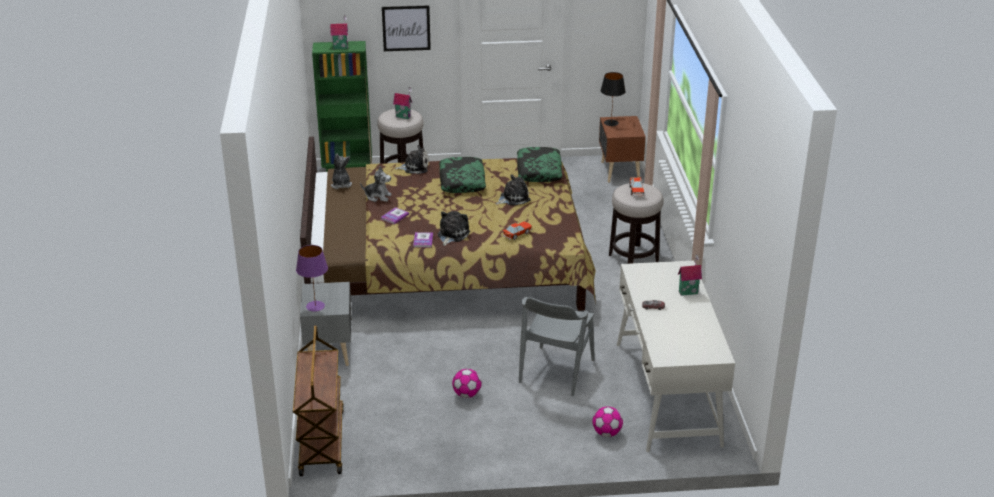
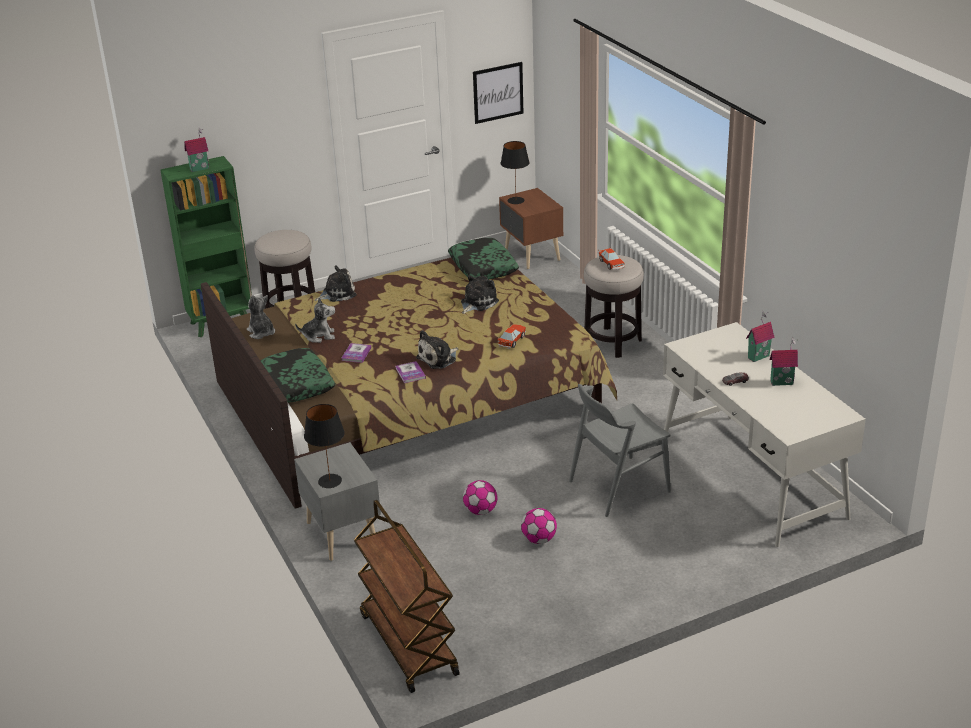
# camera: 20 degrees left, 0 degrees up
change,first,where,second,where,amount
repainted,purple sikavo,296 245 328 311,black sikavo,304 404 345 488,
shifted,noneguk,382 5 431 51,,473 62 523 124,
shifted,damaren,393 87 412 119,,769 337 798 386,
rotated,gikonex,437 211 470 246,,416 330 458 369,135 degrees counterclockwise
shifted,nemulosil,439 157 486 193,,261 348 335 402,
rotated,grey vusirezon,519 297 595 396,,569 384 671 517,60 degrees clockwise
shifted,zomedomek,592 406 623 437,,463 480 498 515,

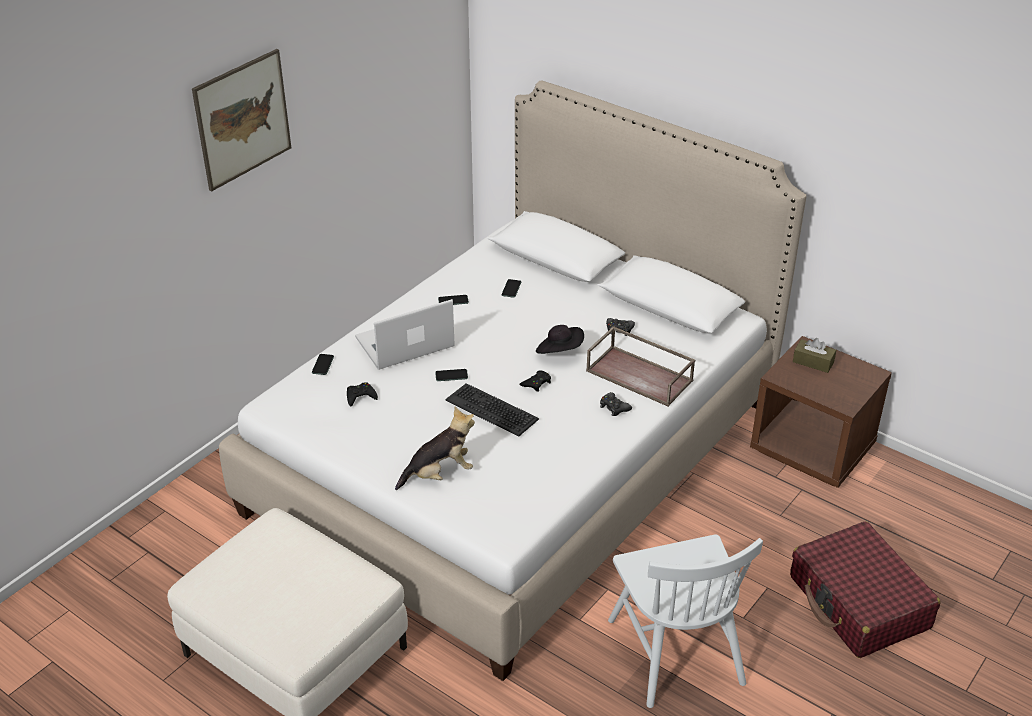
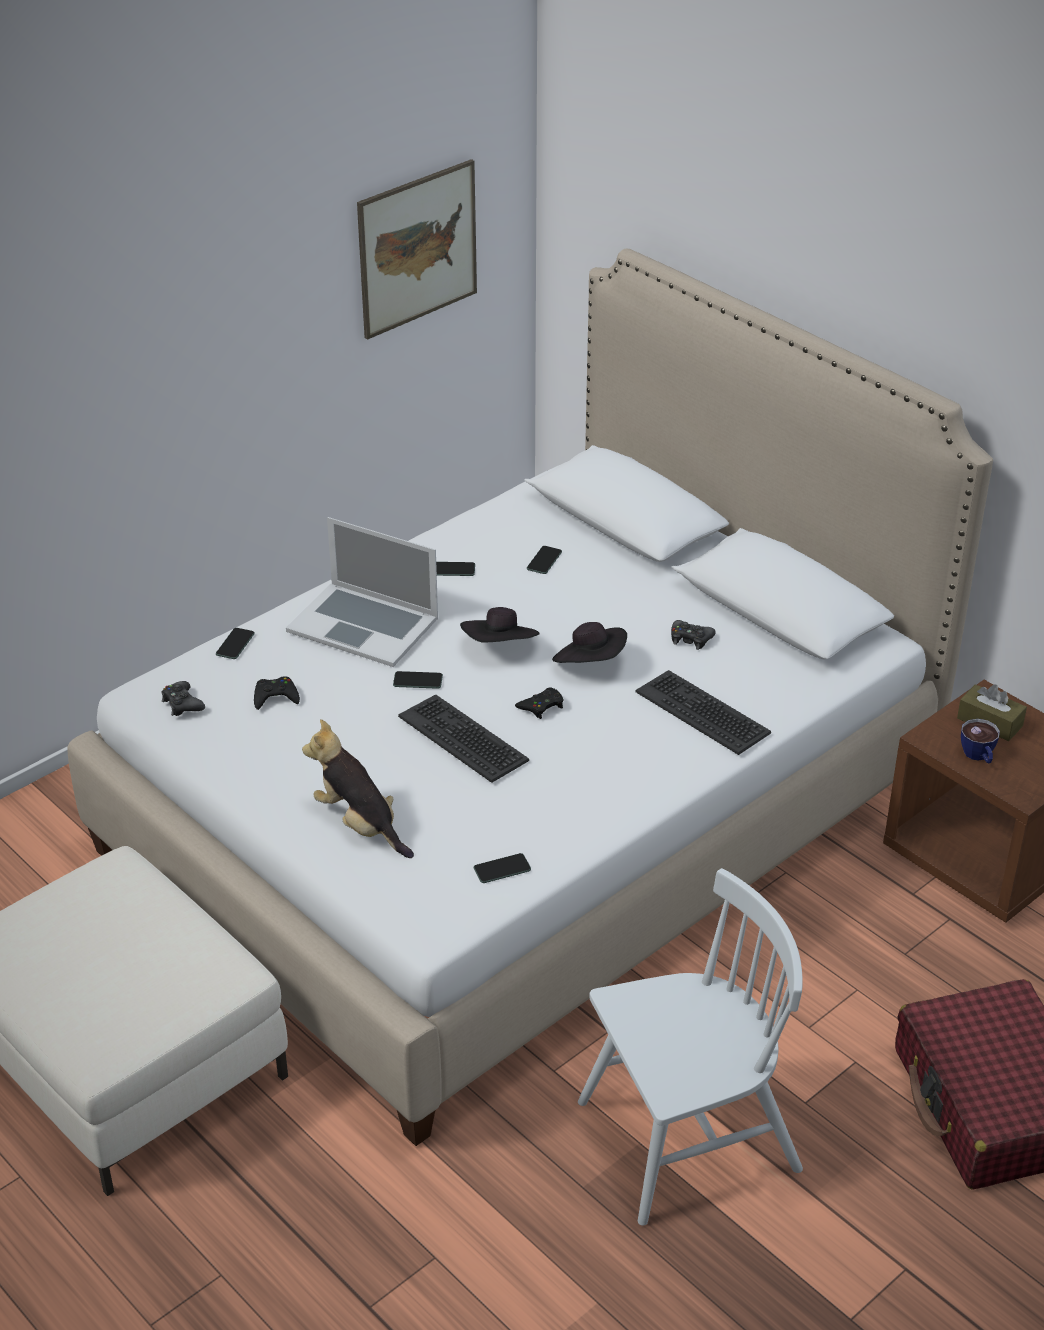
# camera: 10 degrees right, 0 degrees up
change,first,where,second,where,amount
shifted,noneguk,192 49 291 192,,357 159 477 340,
rotated,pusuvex,355 299 455 370,,286 517 438 667,135 degrees counterclockwise
rotated,gikonex,395 407 475 490,,302 719 414 858,120 degrees counterclockwise
swapped,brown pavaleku,586 326 695 407,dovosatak,635 670 771 755,
shifted,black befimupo,600 392 632 416,,162 681 205 716,
rotated,white vusirezon,608 534 763 708,,578 868 803 1226,105 degrees counterclockwise
new,,,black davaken,460 607 540 643,
new,,,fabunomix,474 853 531 883,
new,,,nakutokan,961 719 1000 763,

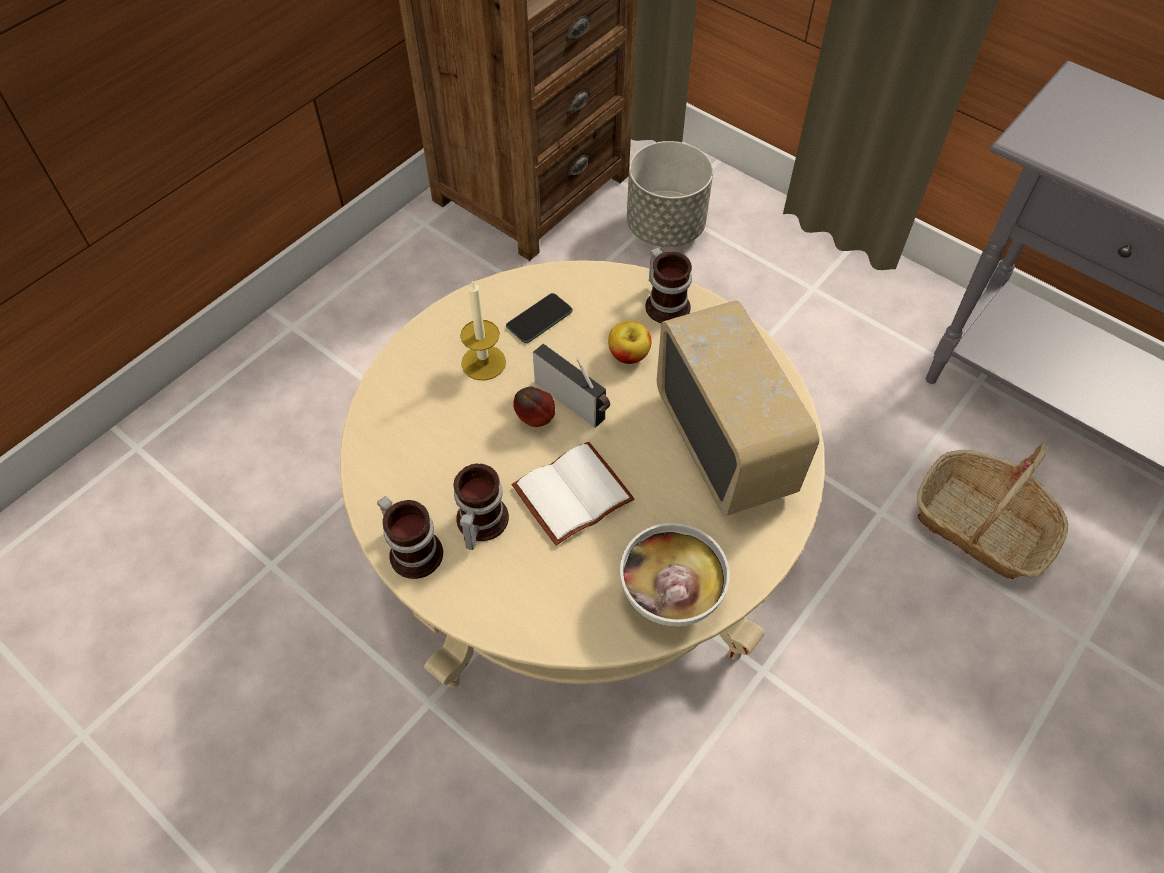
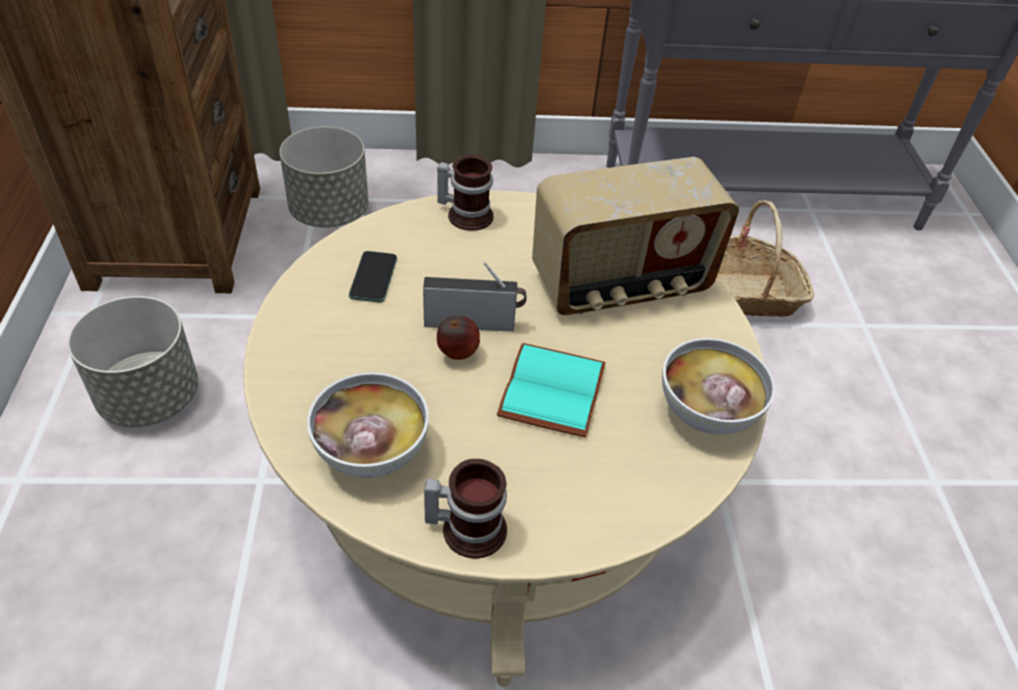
# camera: 45 degrees left, 10 degrees down
change,first,where,second,where,amount
gone,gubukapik,454 464 509 550,,,
gone,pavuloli,460 280 506 381,,,
repainted,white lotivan,512 442 635 546,turquoise lotivan,497 343 606 437,
gone,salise,608 321 651 364,,,
rotated,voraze,657 301 819 516,,532 157 739 315,135 degrees clockwise
new,,,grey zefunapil,68 296 198 427,
new,,,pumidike,307 372 429 478,

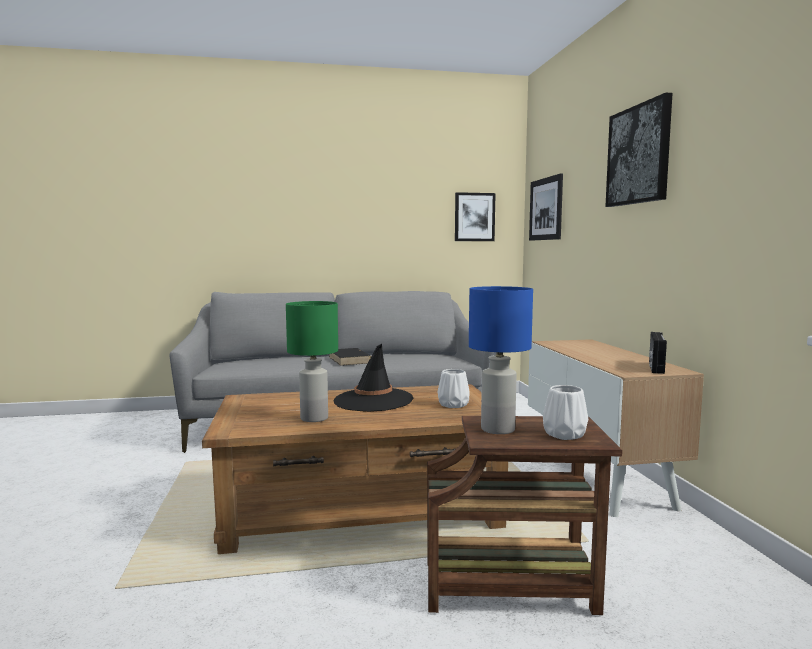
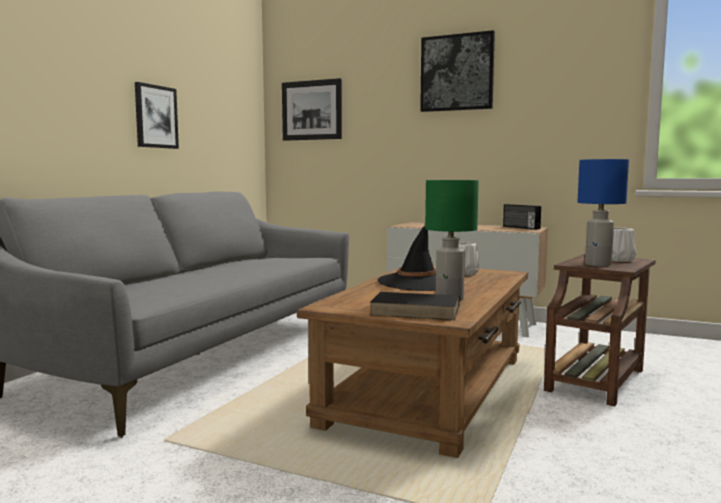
# camera: 55 degrees left, 0 degrees up
change,first,where,second,where,amount
shifted,black lotivan,329 348 371 366,,370 292 460 320,
shifted,noneguk,455 192 496 241,,135 82 179 149,

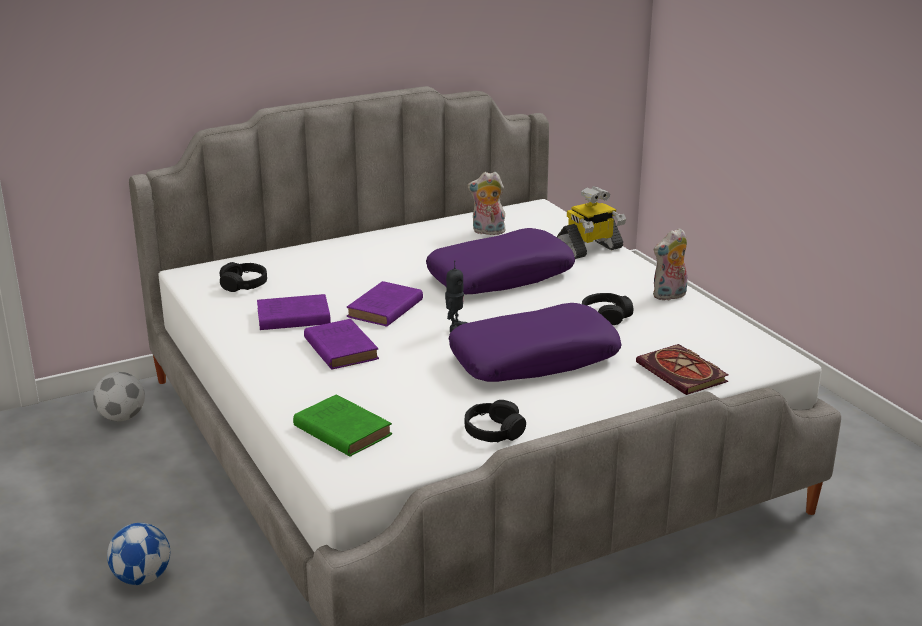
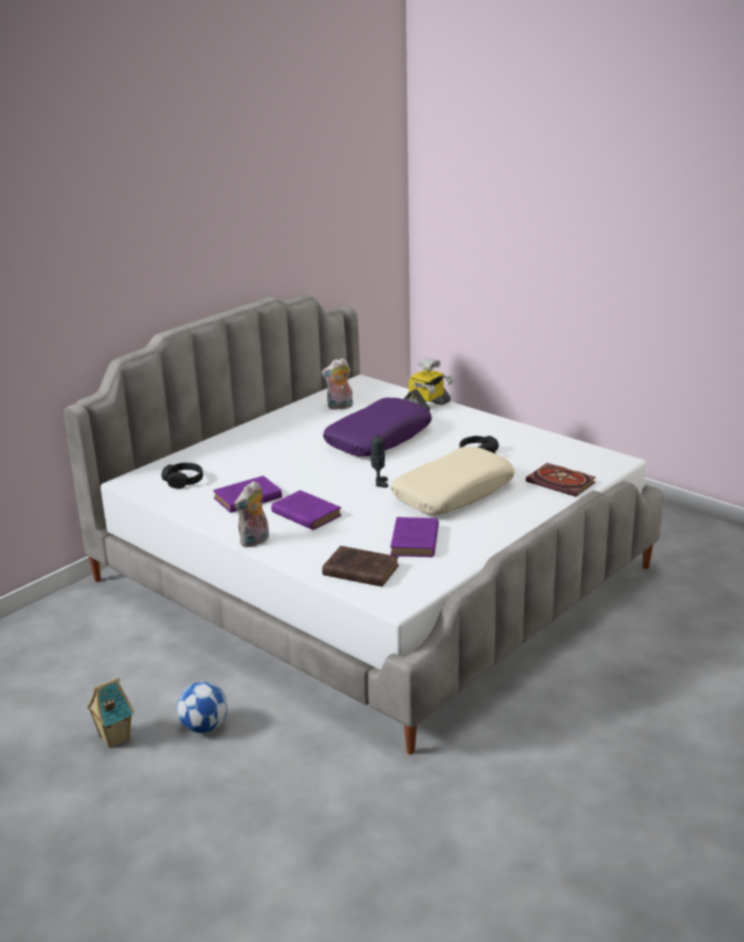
# camera: 20 degrees left, 0 degrees up
change,first,where,second,where,amount
gone,zomedomek,93 372 145 422,,,
repainted,green lotivan,293 394 392 457,brown lotivan,322 546 399 587,
shifted,purple lotivan,346 281 423 327,,390 517 439 557,
repainted,purple nemulosil,448 303 622 382,beige nemulosil,391 446 515 515,
gone,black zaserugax,464 400 526 442,,,
shifted,gikonex,653 228 687 300,,234 481 269 548,
new,,,damaren,87 677 134 748,

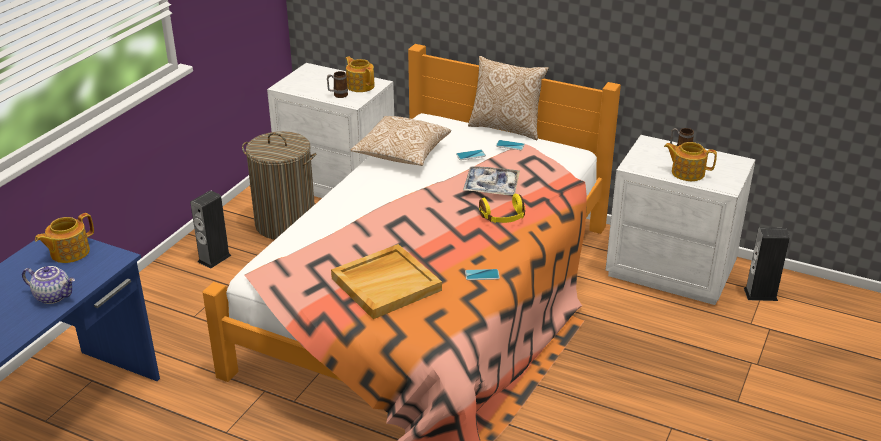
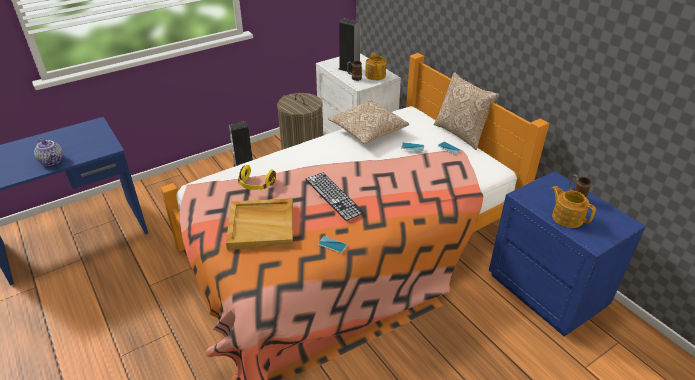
# camera: 30 degrees right, 5 degrees up
change,first,where,second,where,amount
gone,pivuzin,35 213 94 263,,,
gone,pavaleku,463 166 520 195,,,
shifted,yellow zaserugax,479 193 525 223,,238 165 276 190,
repainted,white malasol,605 135 756 305,blue malasol,489 171 646 337,
shifted,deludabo,744 227 790 301,,339 18 361 73,
new,,,dovosatak,305 172 364 221,

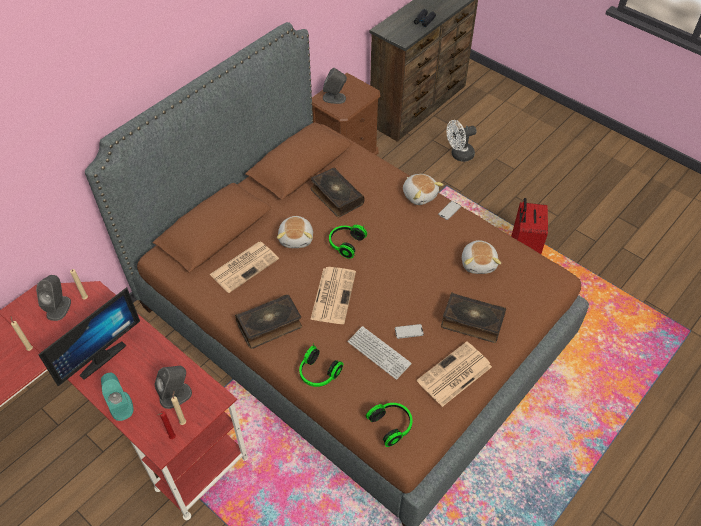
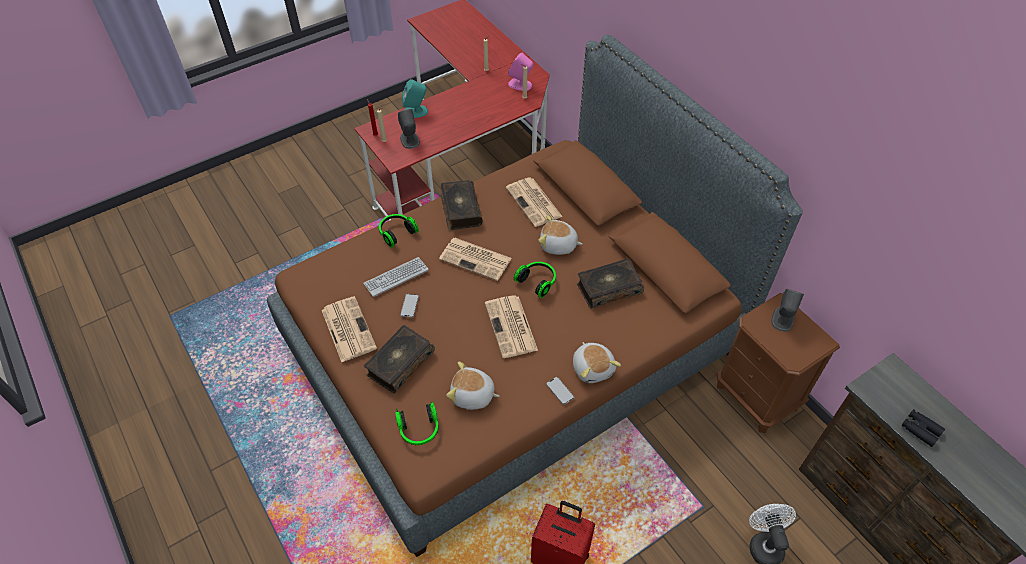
# camera: 105 degrees right, 0 degrees up
change,first,where,second,where,amount
repainted,grey deludabo,36 275 71 321,pink deludabo,508 52 533 91,
gone,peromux,38 287 140 386,,,
shifted,zaserugax,366 403 412 447,,395 402 438 445,
rotated,gikonex,403 174 444 205,,573 342 621 383,90 degrees counterclockwise
new,,,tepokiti,485 295 538 358,

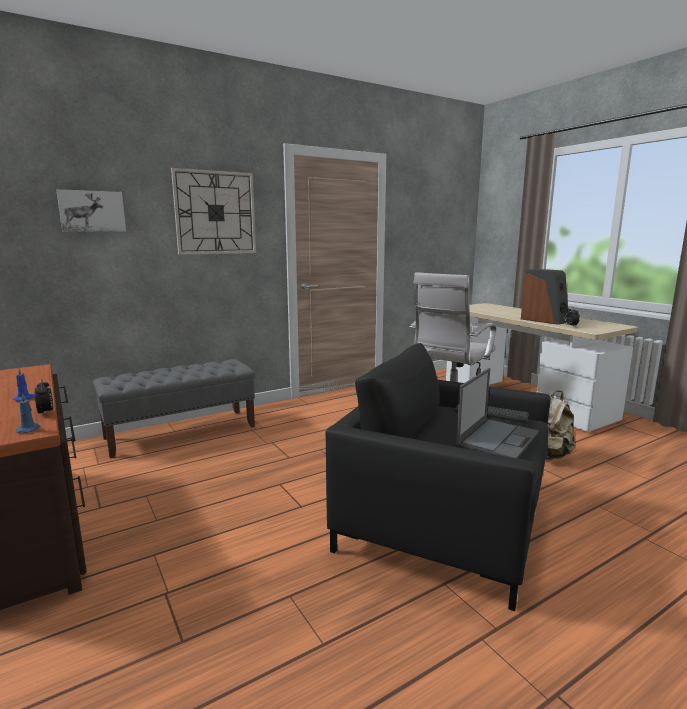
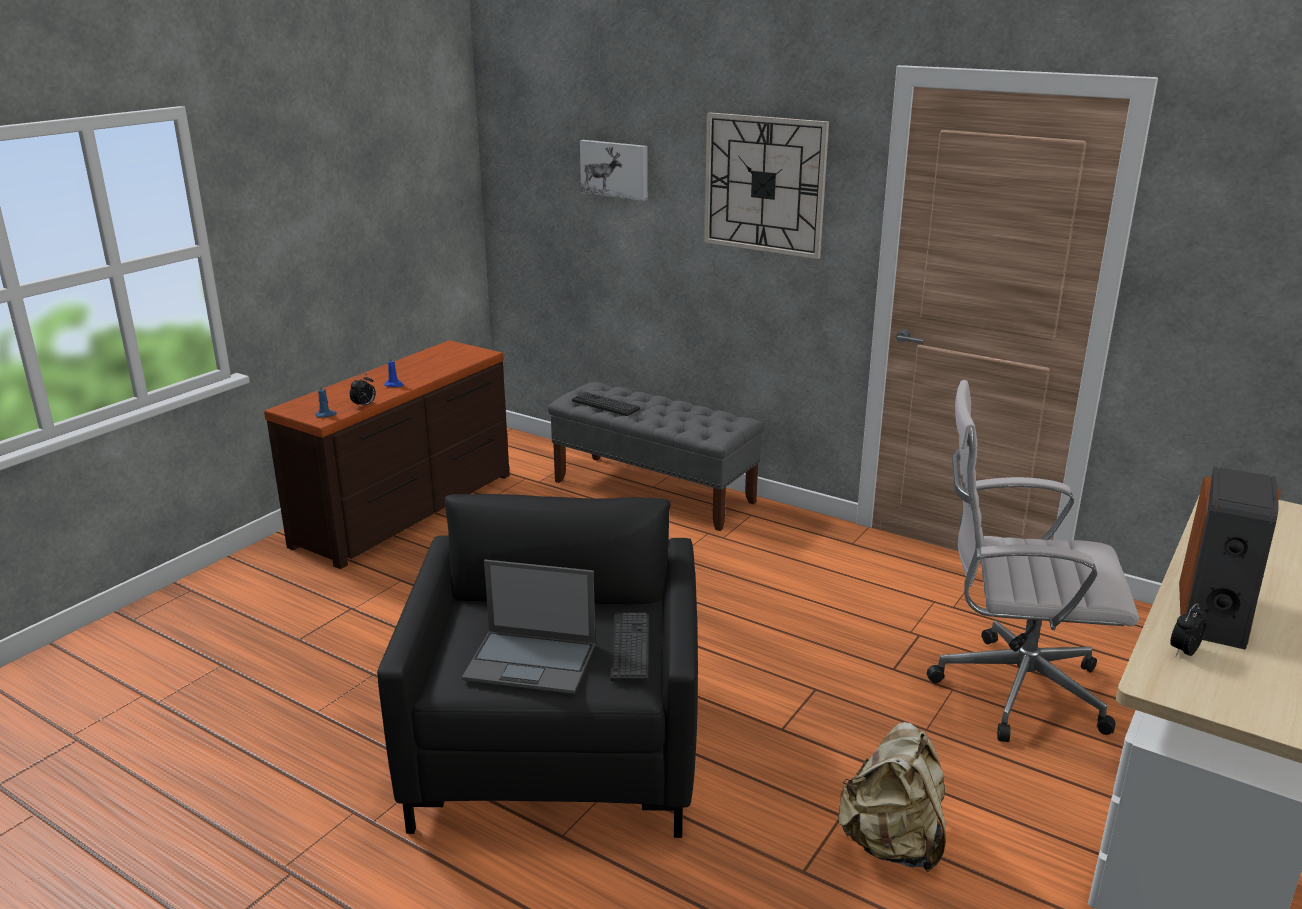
# camera: 65 degrees right, 10 degrees up
change,first,where,second,where,amount
new,,,dovosatak,572 392 640 416,

